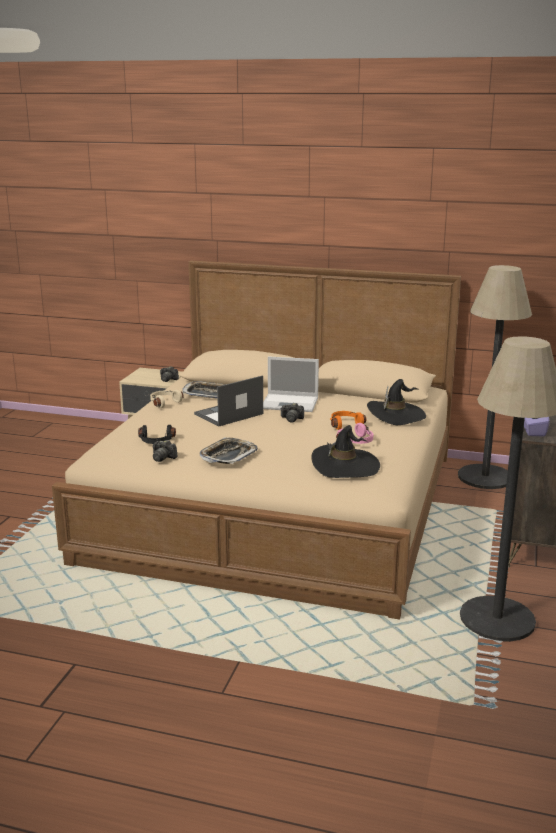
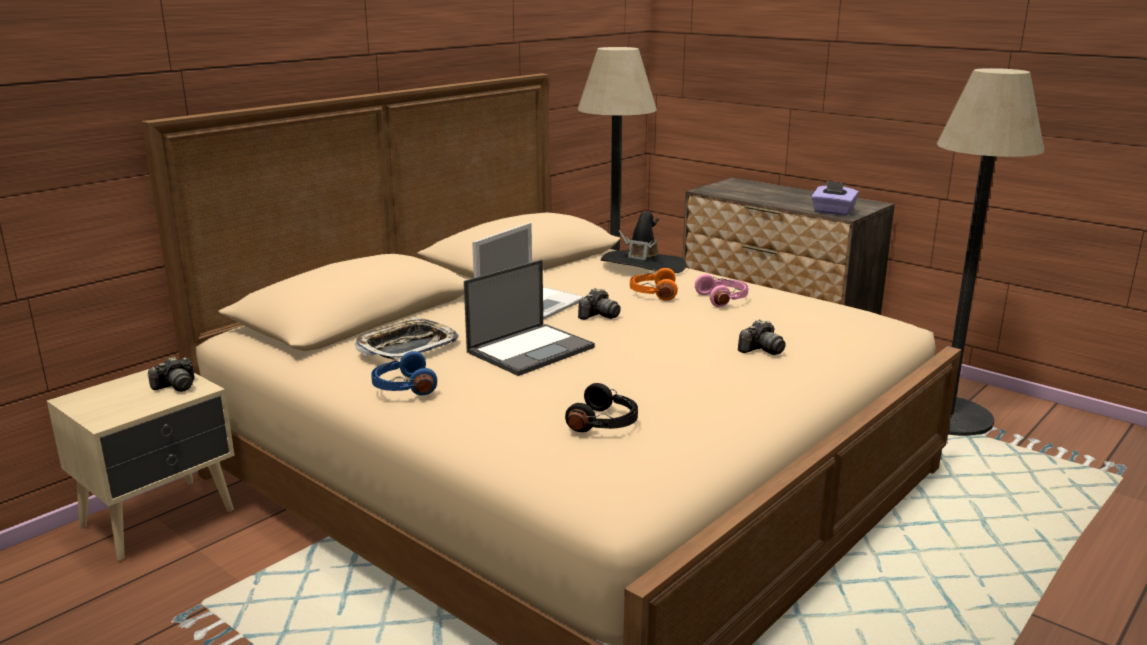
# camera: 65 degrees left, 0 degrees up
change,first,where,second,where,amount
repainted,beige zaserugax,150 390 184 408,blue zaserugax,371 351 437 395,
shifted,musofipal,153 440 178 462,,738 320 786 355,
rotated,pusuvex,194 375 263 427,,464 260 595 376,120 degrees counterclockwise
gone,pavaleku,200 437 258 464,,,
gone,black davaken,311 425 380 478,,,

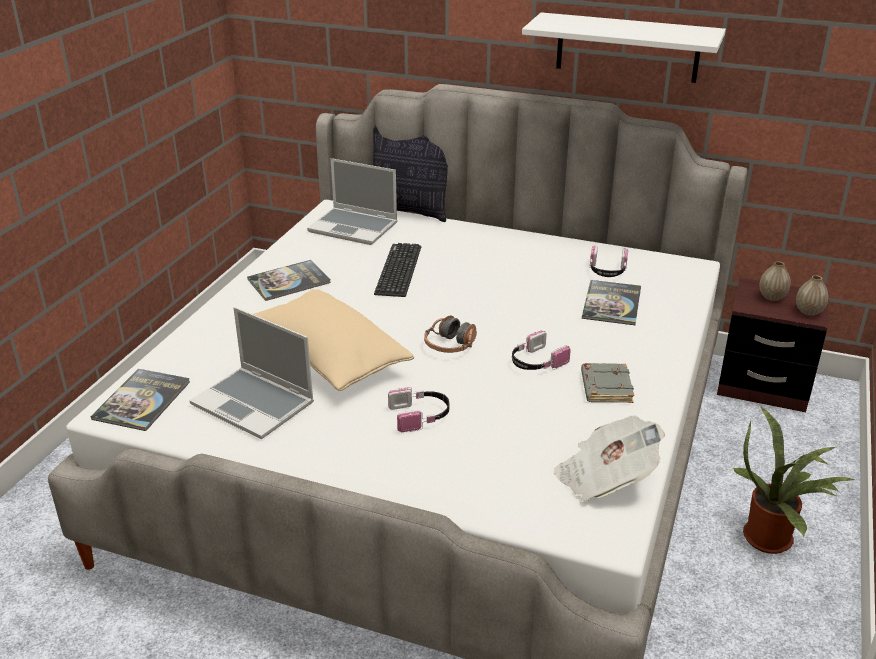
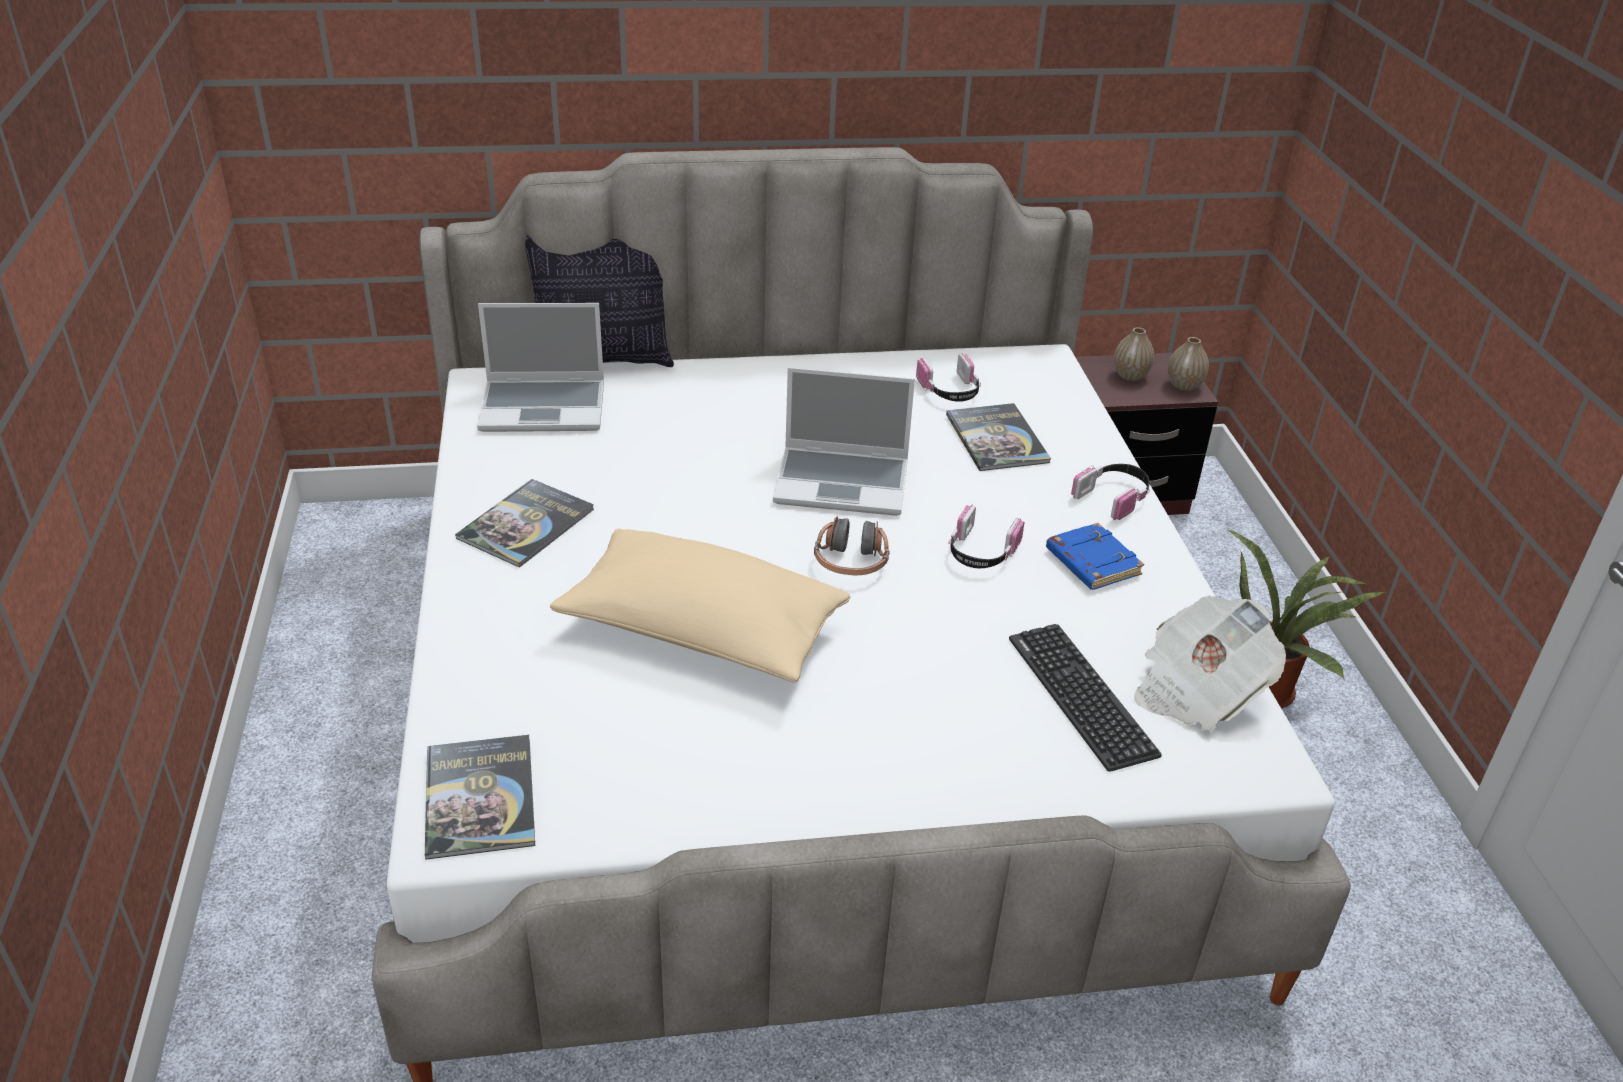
# camera: 30 degrees left, 5 degrees up
change,first,where,second,where,amount
shifted,pusuvex,189 307 314 439,,773 367 915 516,
shifted,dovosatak,374 243 421 297,,1009 624 1162 772,
shifted,zaserugax,388 387 449 432,,1071 464 1150 520,
gone,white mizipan,522 12 726 83,,,
repainted,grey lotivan,581 363 634 403,blue lotivan,1046 523 1144 590,

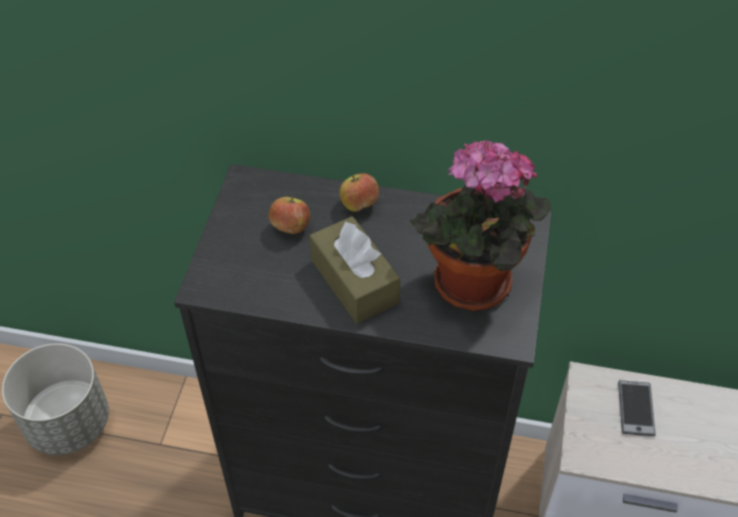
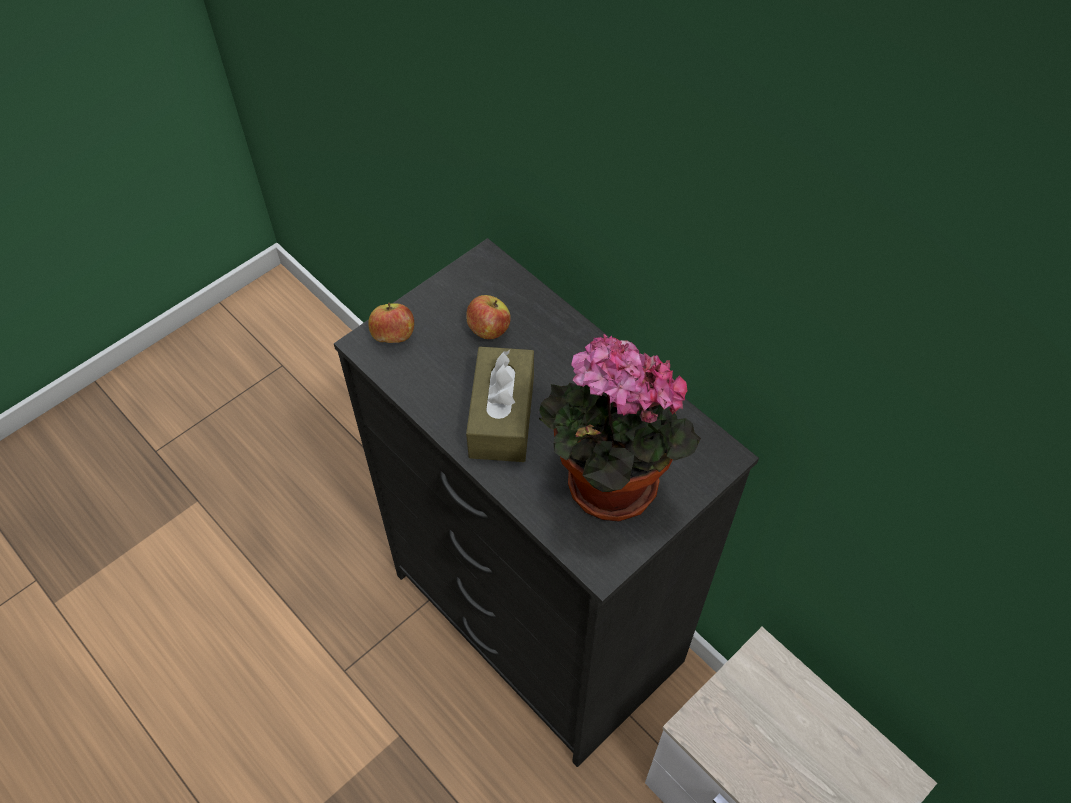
# camera: 35 degrees right, 5 degrees up
change,first,where,second,where,amount
gone,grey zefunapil,2 343 109 455,,,
shifted,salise,339 173 379 212,,368 303 414 343,
gone,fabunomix,618 380 656 436,,,

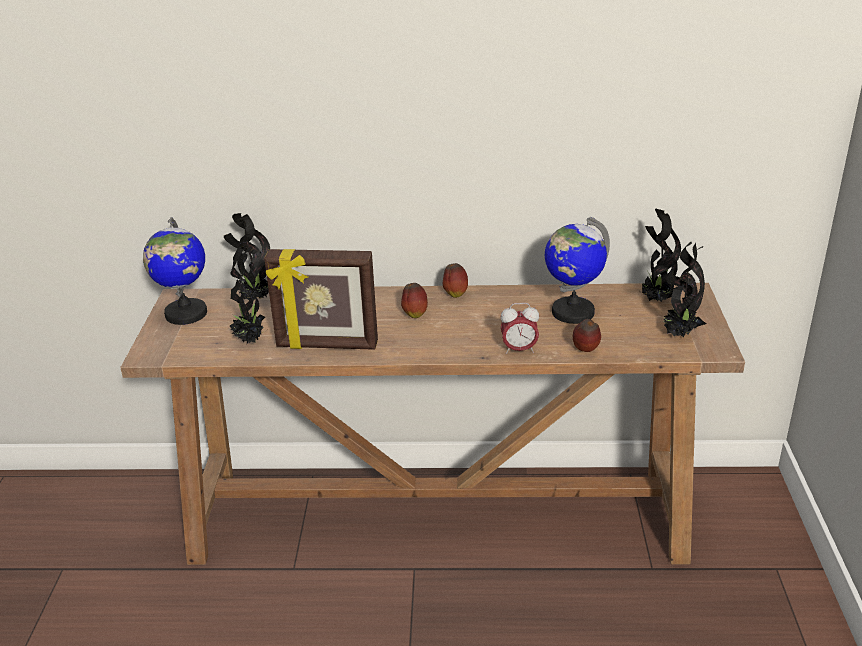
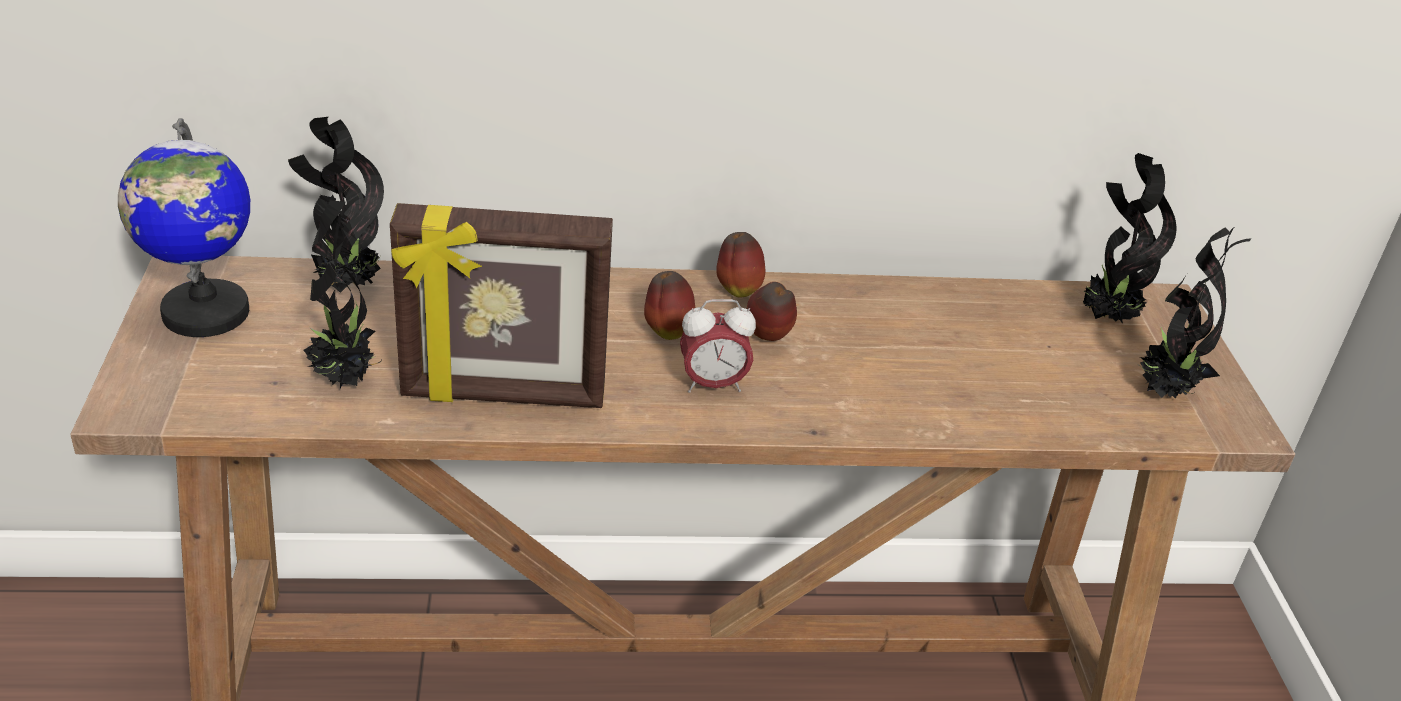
# camera: 10 degrees left, 5 degrees up
change,first,where,second,where,amount
shifted,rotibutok,501 303 539 354,,680 299 756 393,
gone,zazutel,545 217 610 324,,,
shifted,salise,573 319 601 352,,747 282 797 341,

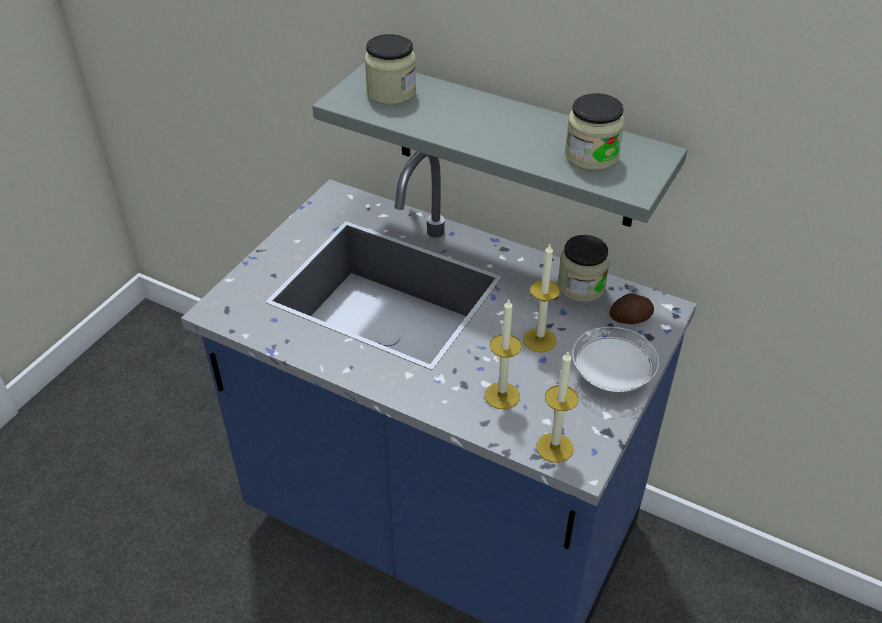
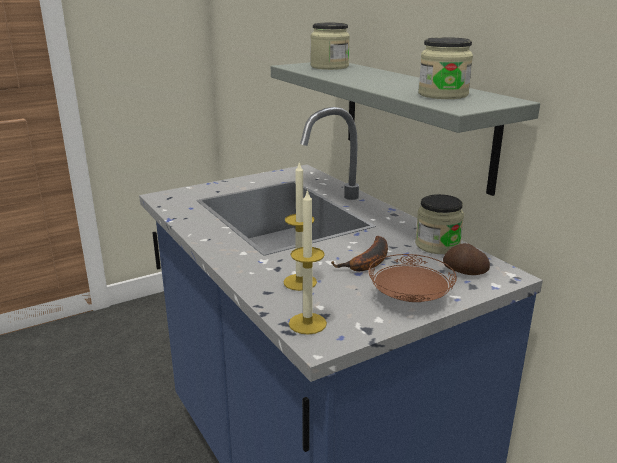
# camera: 30 degrees right, 20 degrees down
change,first,where,second,where,amount
swapped,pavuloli,523 244 560 352,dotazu,331 236 388 271,
repainted,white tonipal,572 327 659 392,brown tonipal,368 254 457 302,

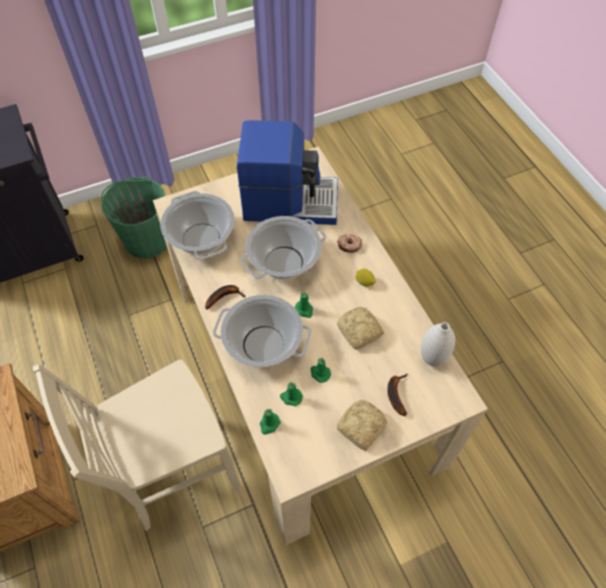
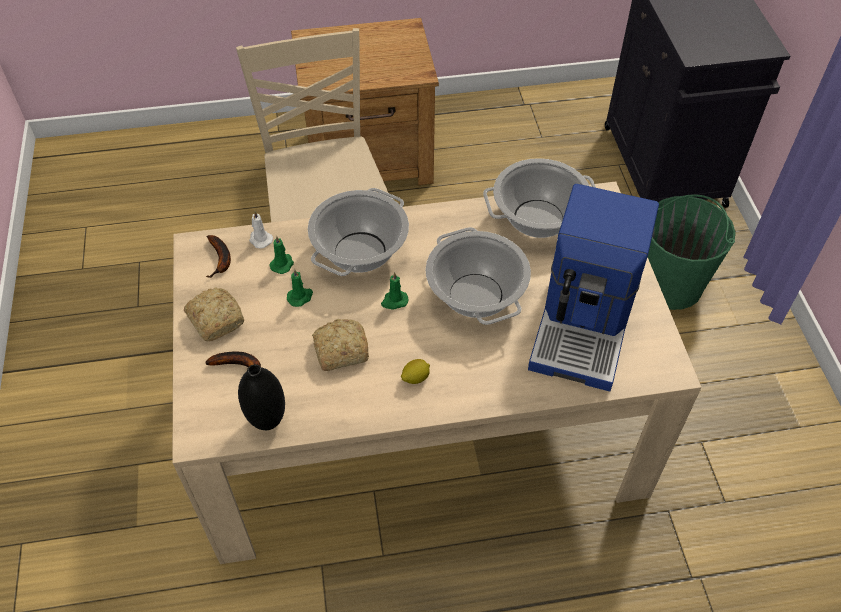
# camera: 105 degrees right, 5 degrees down
change,first,where,second,where,amount
shifted,dotazu,205 285 245 309,,206 235 231 278,
repainted,green pavuloli,260 409 280 435,white pavuloli,249 211 273 248,
gone,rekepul,337 234 362 253,,,
repainted,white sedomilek,421 322 455 366,black sedomilek,238 364 285 430,

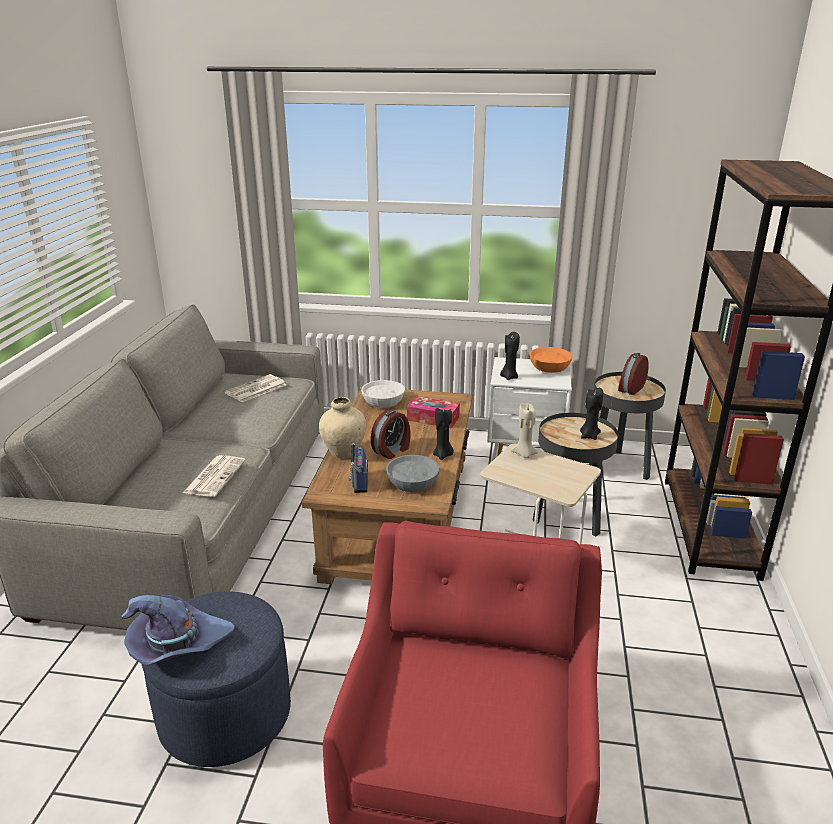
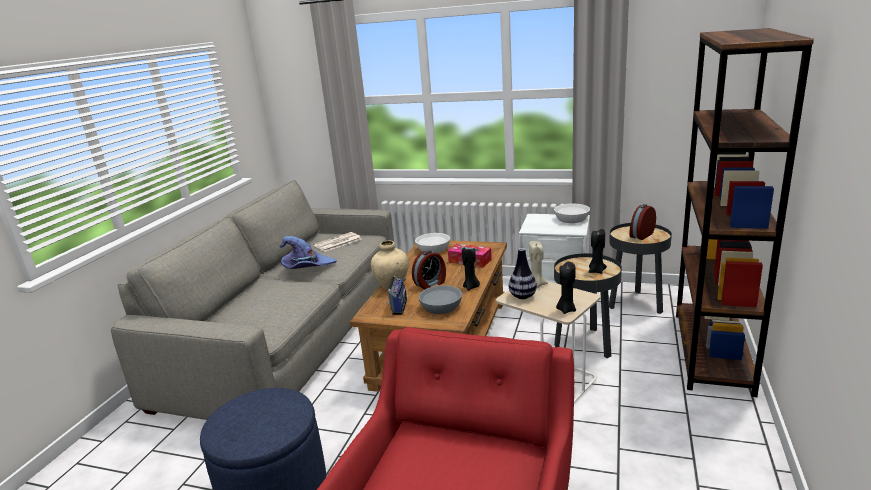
# camera: 10 degrees right, 5 degrees down
change,first,where,second,where,amount
shifted,purple davaken,122 595 235 665,,279 236 336 269,
gone,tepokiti,183 455 246 497,,,
shifted,black pavuloli,500 332 520 380,,556 262 576 314,
repainted,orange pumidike,530 347 573 373,white pumidike,554 204 590 223,
new,,,sedomilek,509 248 537 299,

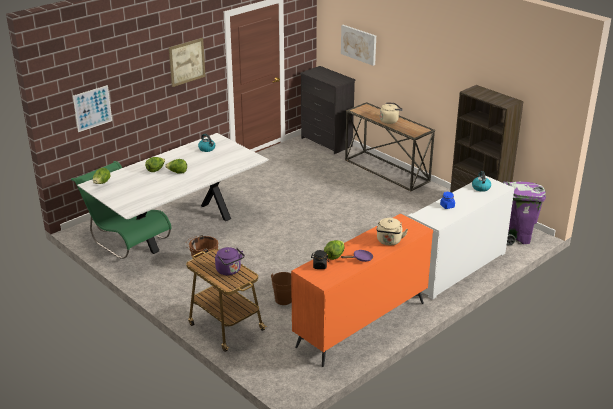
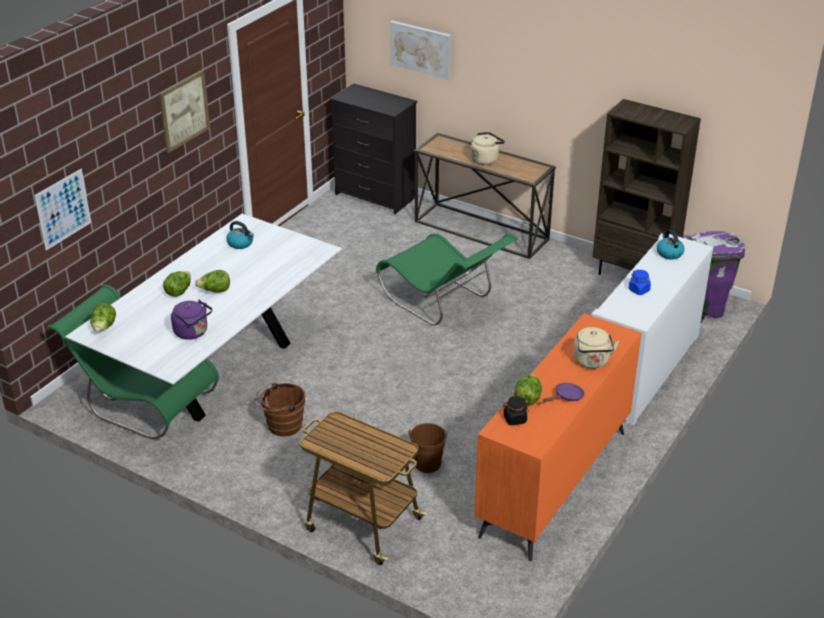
# camera: 15 degrees left, 5 degrees up
change,first,where,second,where,amount
shifted,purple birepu,215 247 245 276,,171 300 212 340,
new,,,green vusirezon,376 234 518 325,

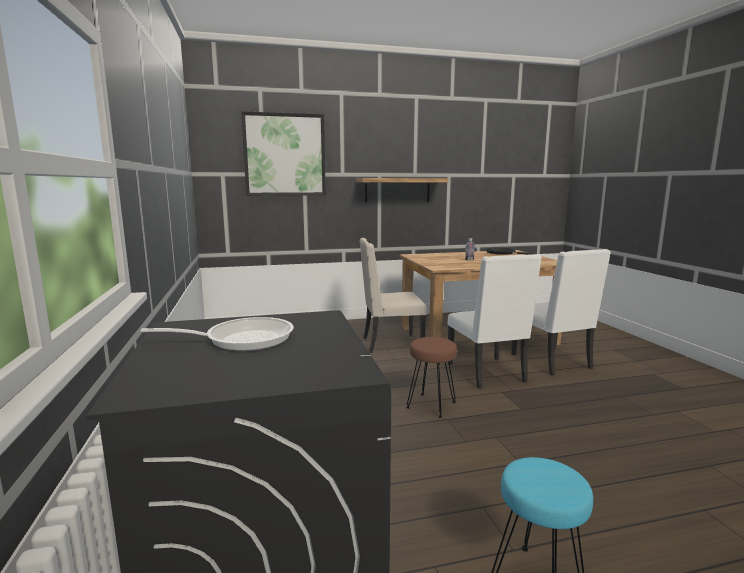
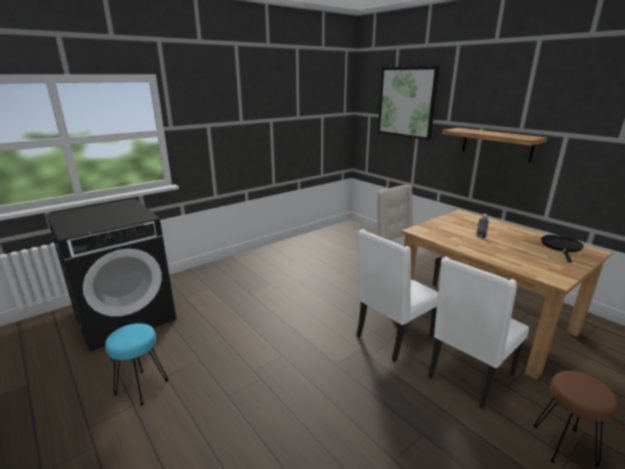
# camera: 65 degrees right, 10 degrees up
change,first,where,second,where,amount
gone,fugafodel,140 317 294 351,,,
shifted,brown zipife,406 337 457 418,,533 371 618 467,

